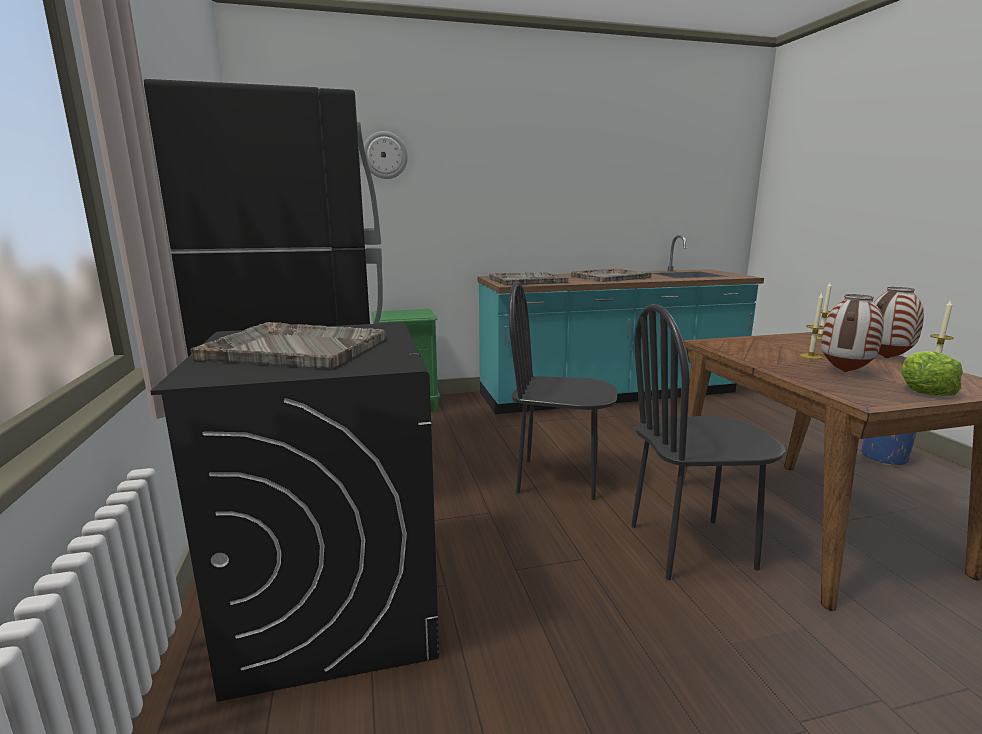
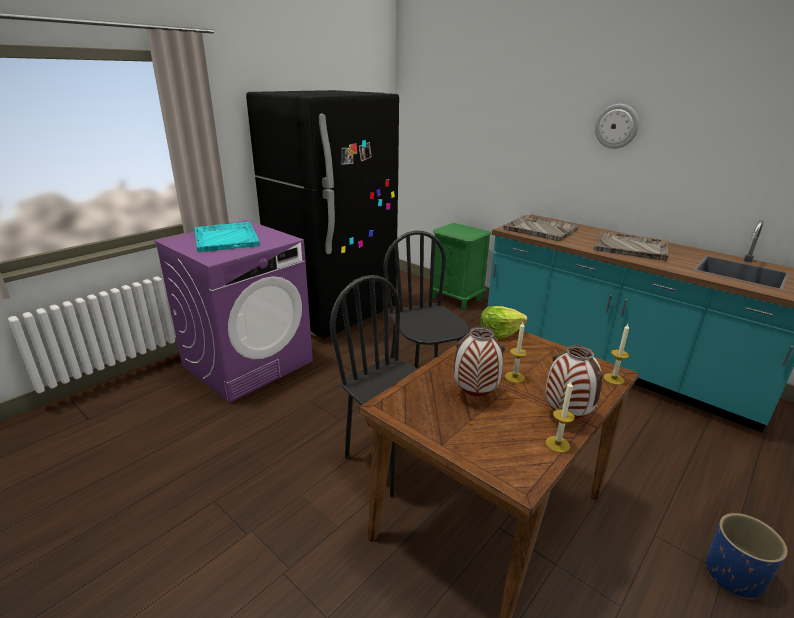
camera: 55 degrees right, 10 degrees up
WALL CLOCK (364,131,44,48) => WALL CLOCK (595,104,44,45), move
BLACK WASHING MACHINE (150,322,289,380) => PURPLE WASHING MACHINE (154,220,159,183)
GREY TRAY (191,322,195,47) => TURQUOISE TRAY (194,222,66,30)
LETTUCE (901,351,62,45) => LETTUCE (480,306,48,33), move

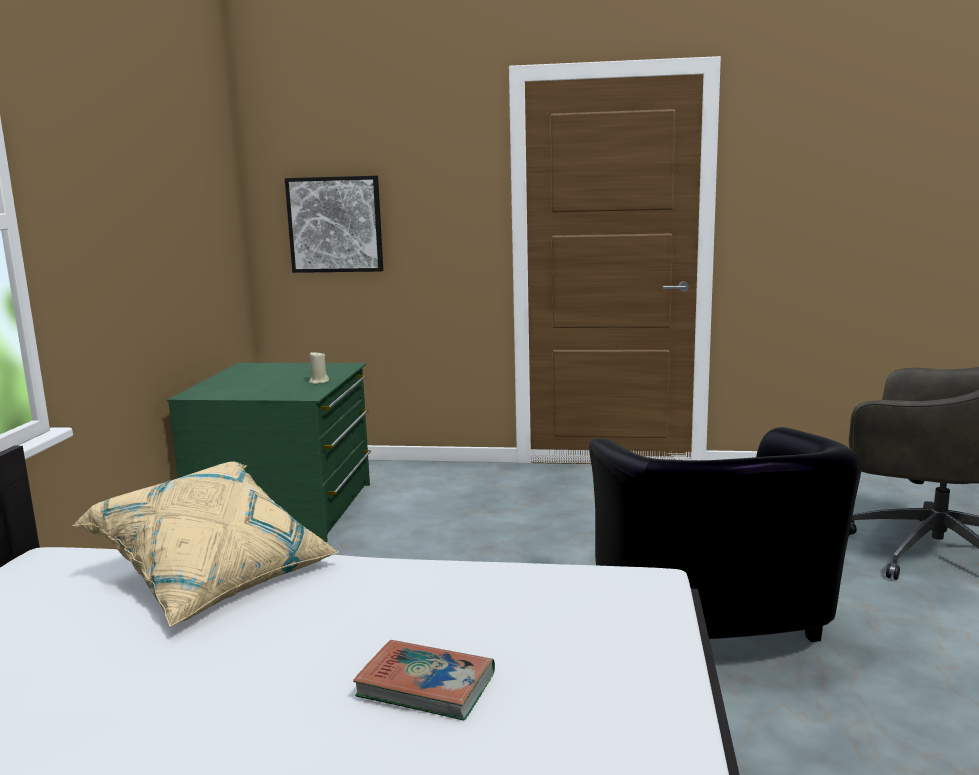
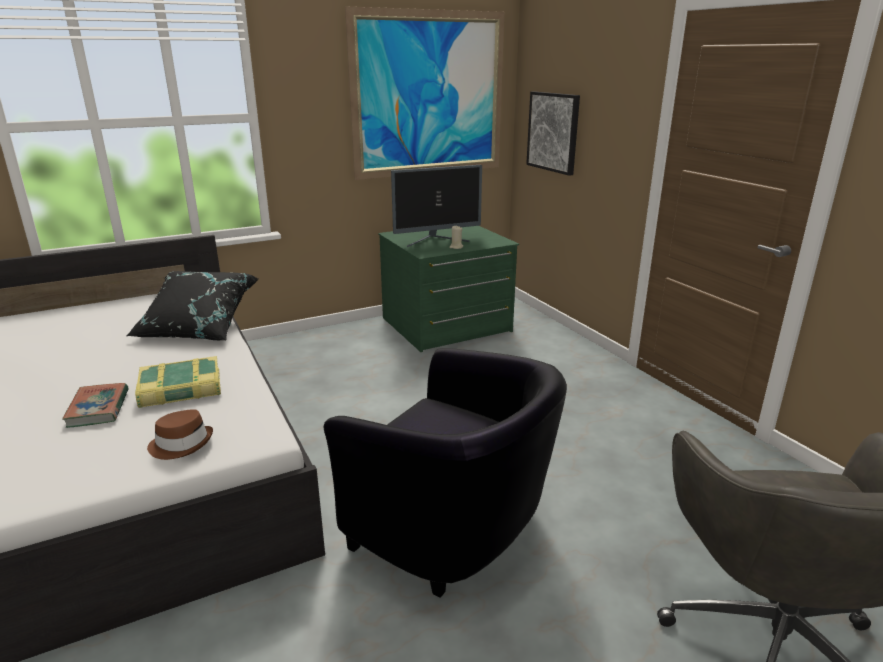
camera: 55 degrees right, 10 degrees up
BLACK ARMCHAIR (589,427,273,215) => BLACK ARMCHAIR (324,348,243,250), 105 degrees counterclockwise
BEIGE PILLOW (72,461,267,166) => BLACK PILLOW (127,271,131,70)
nothing => PICTURE (345,6,160,174)
nothing => MONITOR (391,165,91,82)
nothing => BOOK (135,356,86,52)
nothing => BROWN HAT (147,409,66,51)

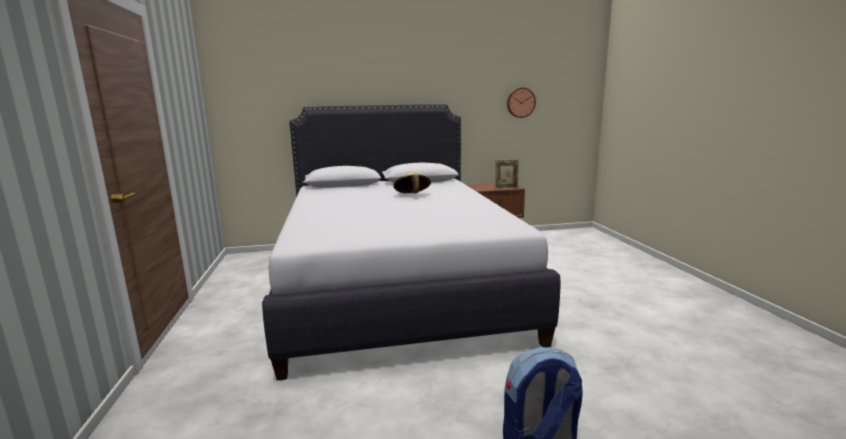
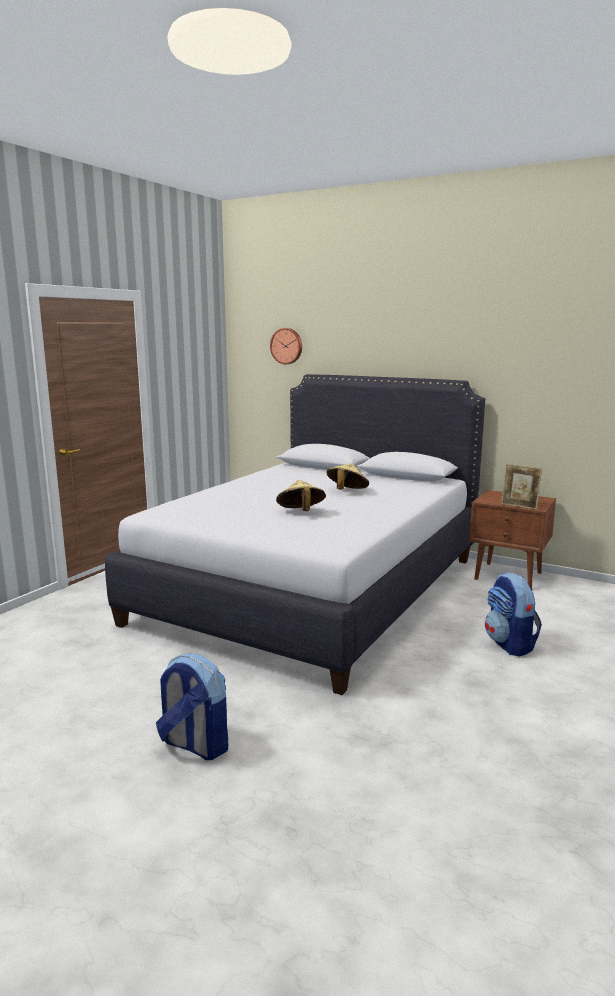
camera: 40 degrees right, 0 degrees up
WALL CLOCK (507,88,29,30) => WALL CLOCK (270,328,32,36), move
nothing => BEIGE HAT (276,480,50,31)
nothing => BACKPACK (485,572,57,84)

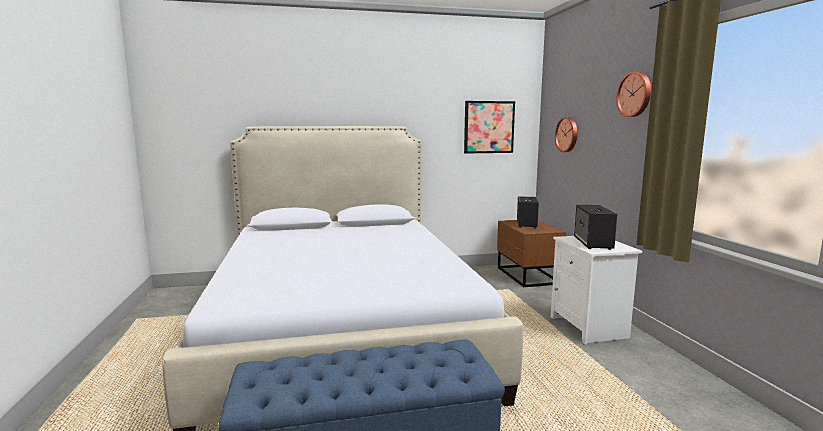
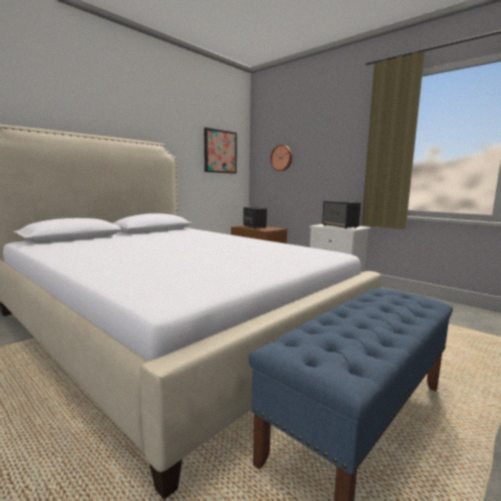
camera: 35 degrees left, 0 degrees up
WALL CLOCK (616,71,35,46) => nothing

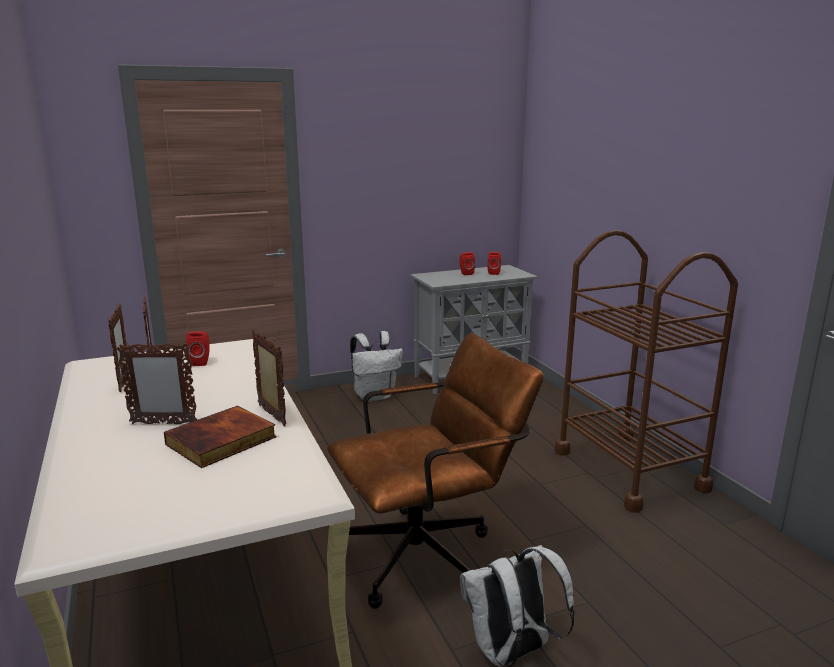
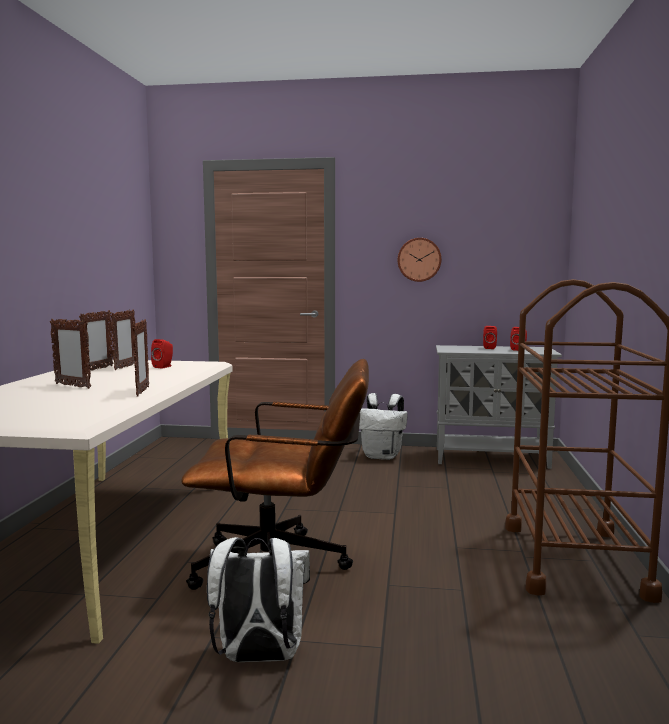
camera: 30 degrees right, 10 degrees down
BOOK (164,406,112,62) => nothing
nothing => WALL CLOCK (398,238,43,44)

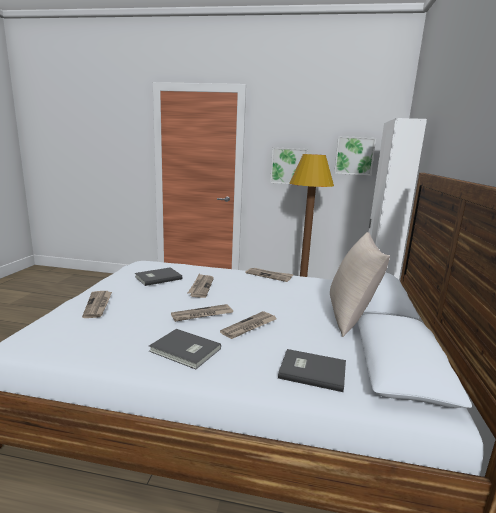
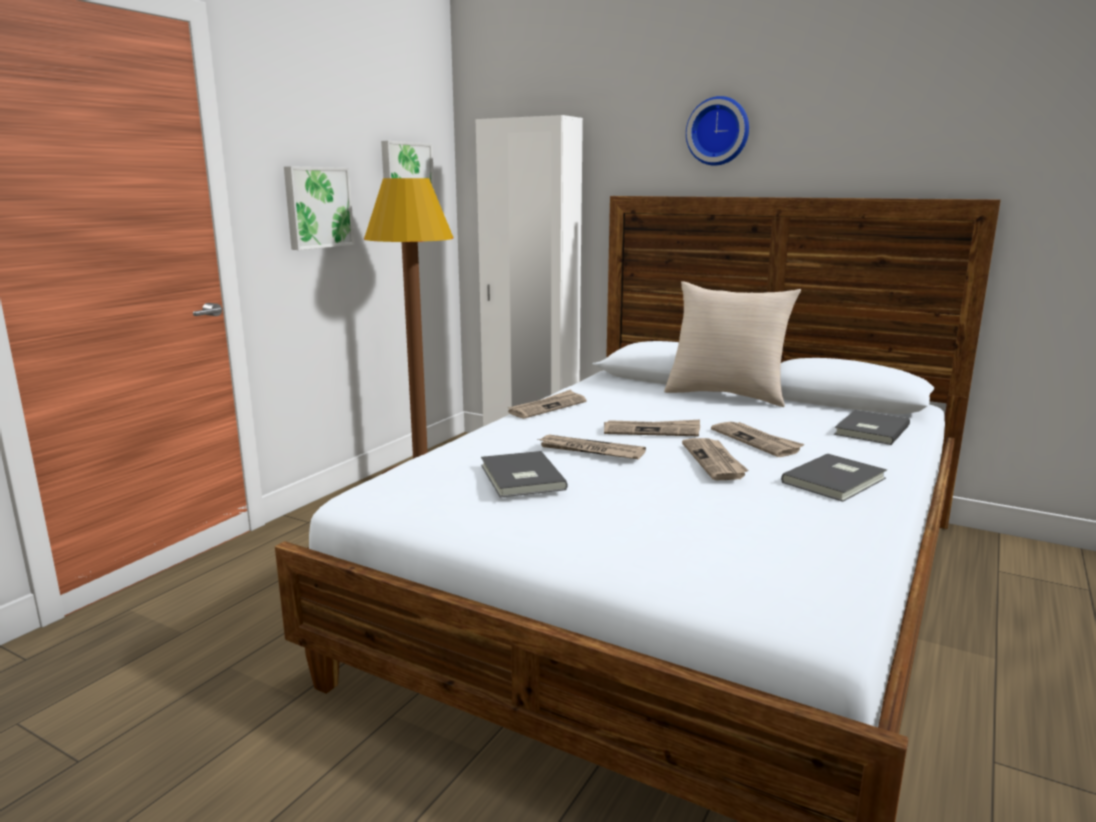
camera: 70 degrees left, 0 degrees up
NEWSPAPER (82,291,30,27) => NEWSPAPER (604,420,96,16), move
nothing => WALL CLOCK (686,96,63,70)

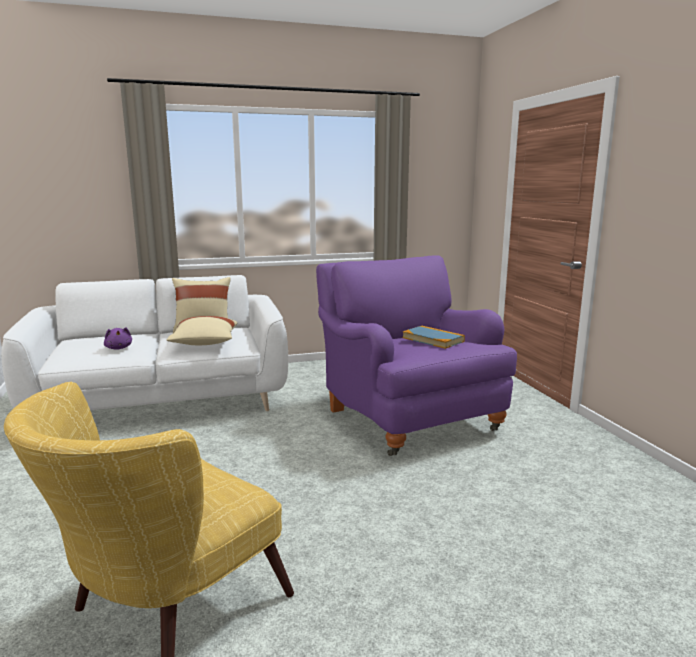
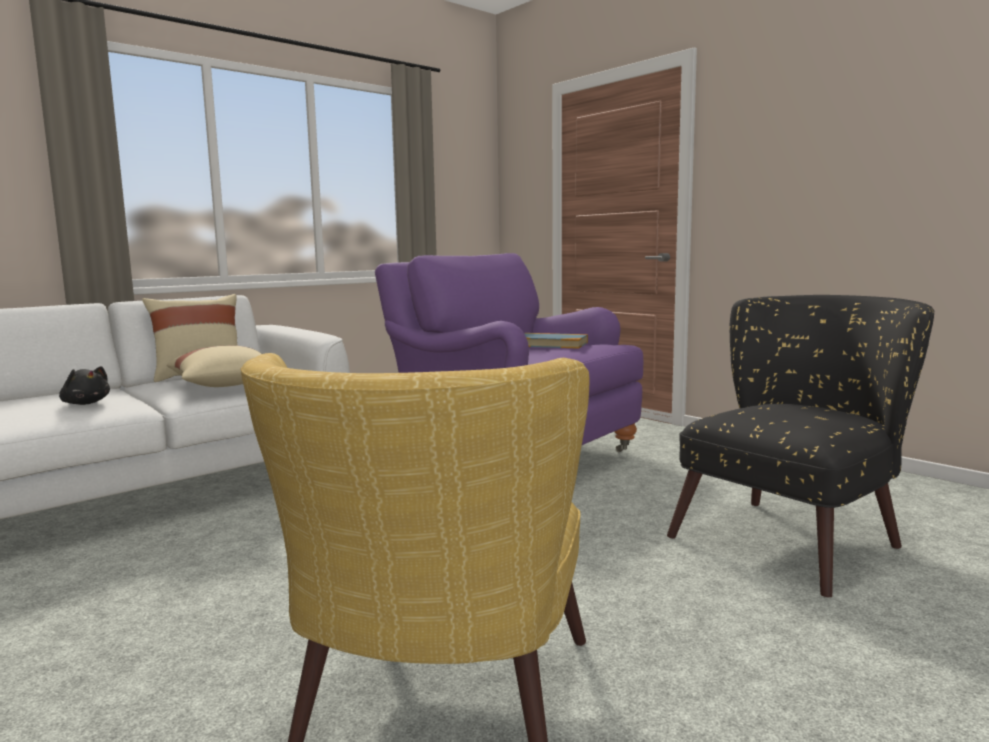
camera: 25 degrees left, 5 degrees down
PURPLE PLUSH TOY (104,327,28,23) => BLACK PLUSH TOY (59,366,51,39)
nothing => BLACK ARMCHAIR (667,295,267,303)

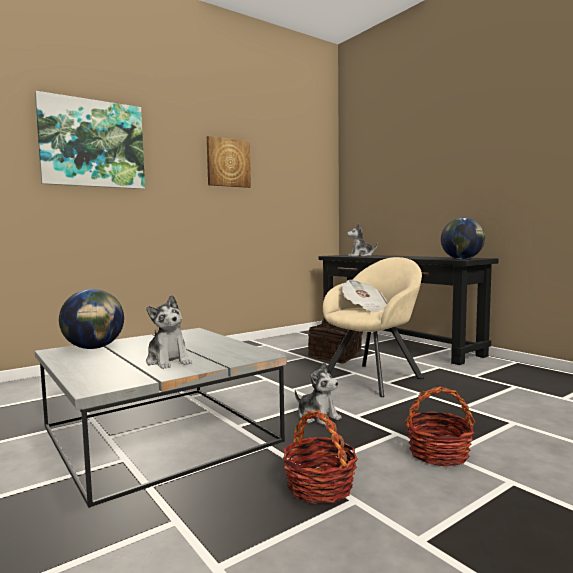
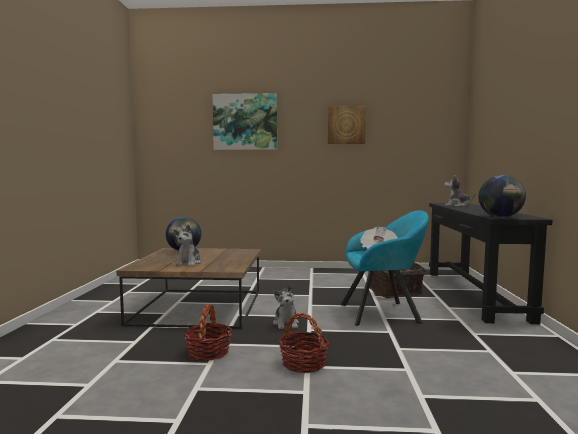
camera: 40 degrees right, 0 degrees up
BEIGE ARMCHAIR (323,257,101,140) => TURQUOISE ARMCHAIR (341,210,88,116)
GREY COFFEE TABLE (35,328,252,180) => BROWN COFFEE TABLE (116,248,145,81)

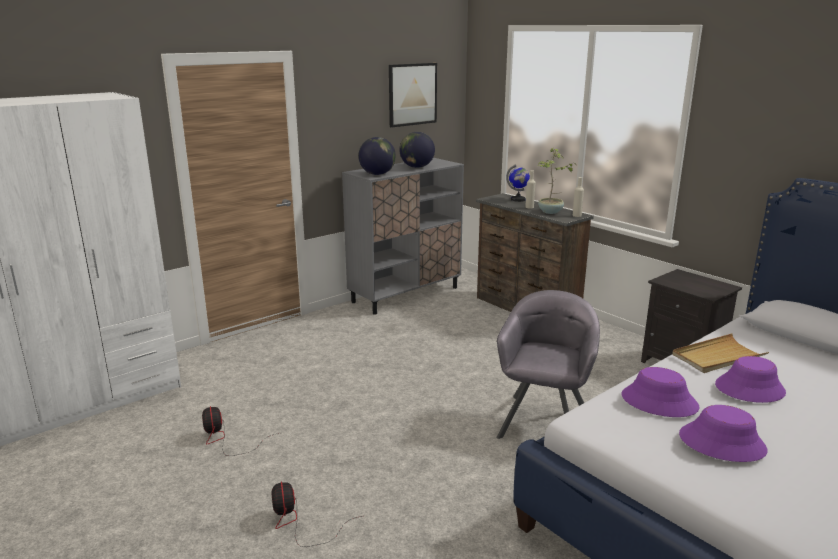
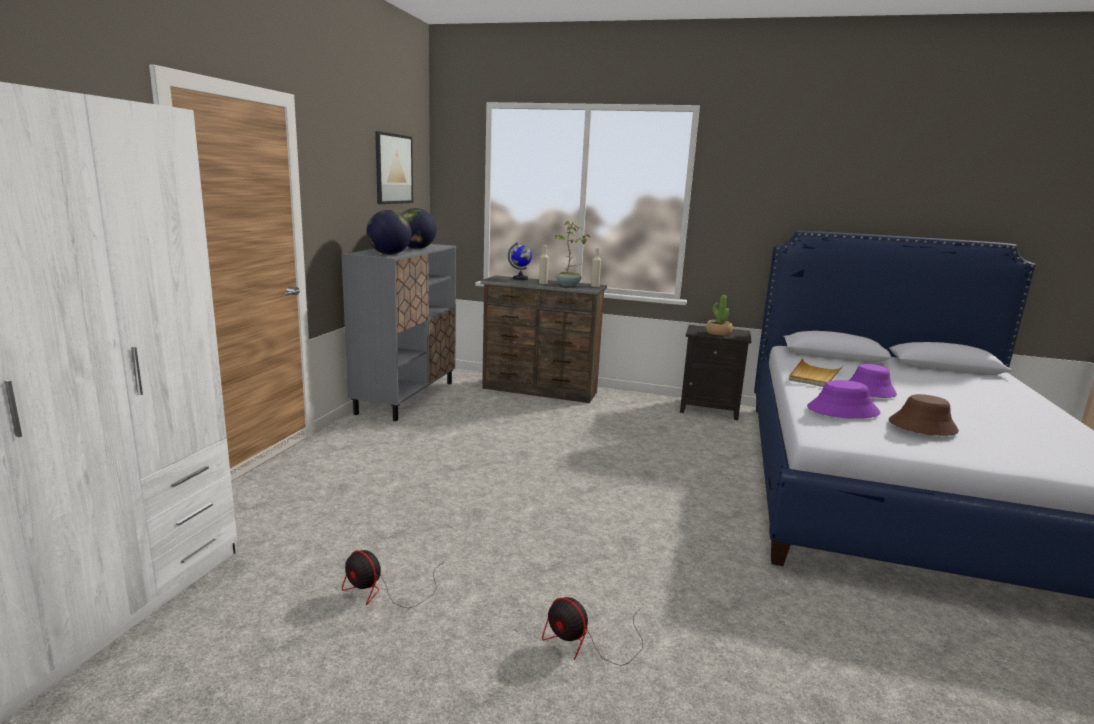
camera: 35 degrees left, 5 degrees down
GREY ARMCHAIR (496,290,104,149) => nothing
PURPLE HAT (679,405,89,57) => BROWN HAT (889,394,70,42)
nothing => POTTED PLANT (706,295,27,41)

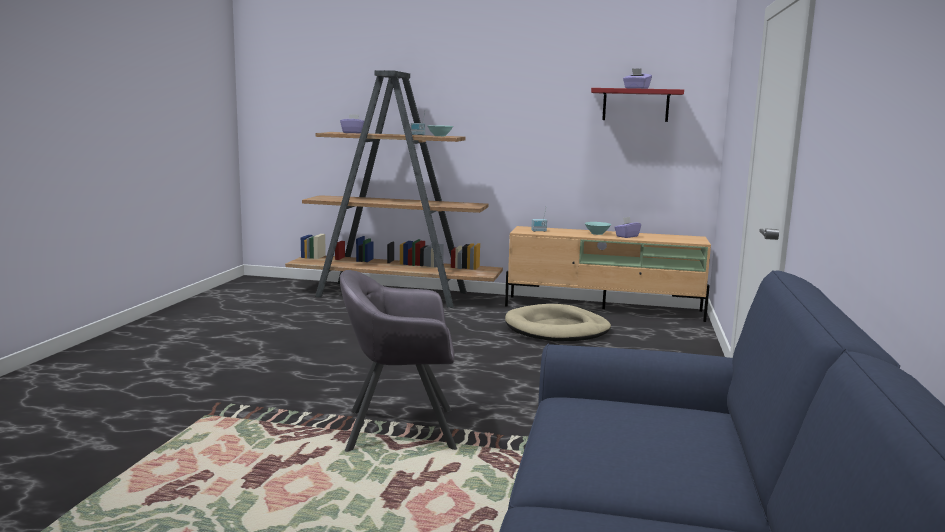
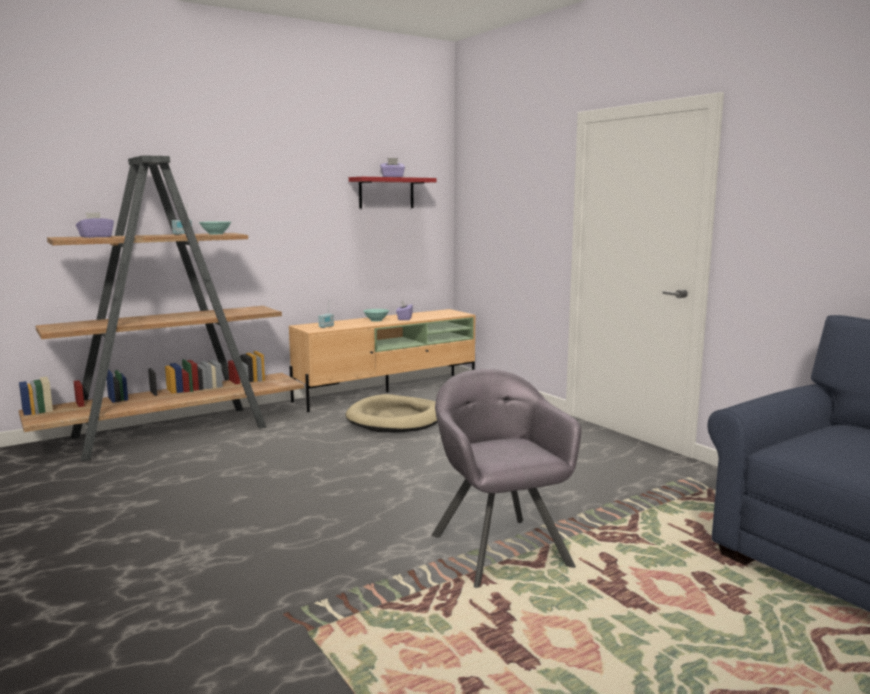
camera: 45 degrees left, 0 degrees up
GREY ARMCHAIR (340,270,117,182) => GREY ARMCHAIR (432,369,149,219), 120 degrees clockwise

